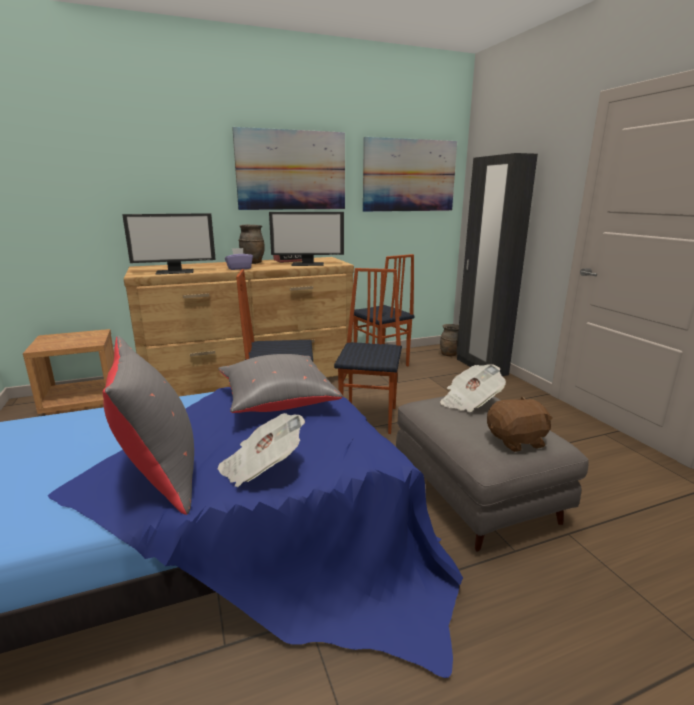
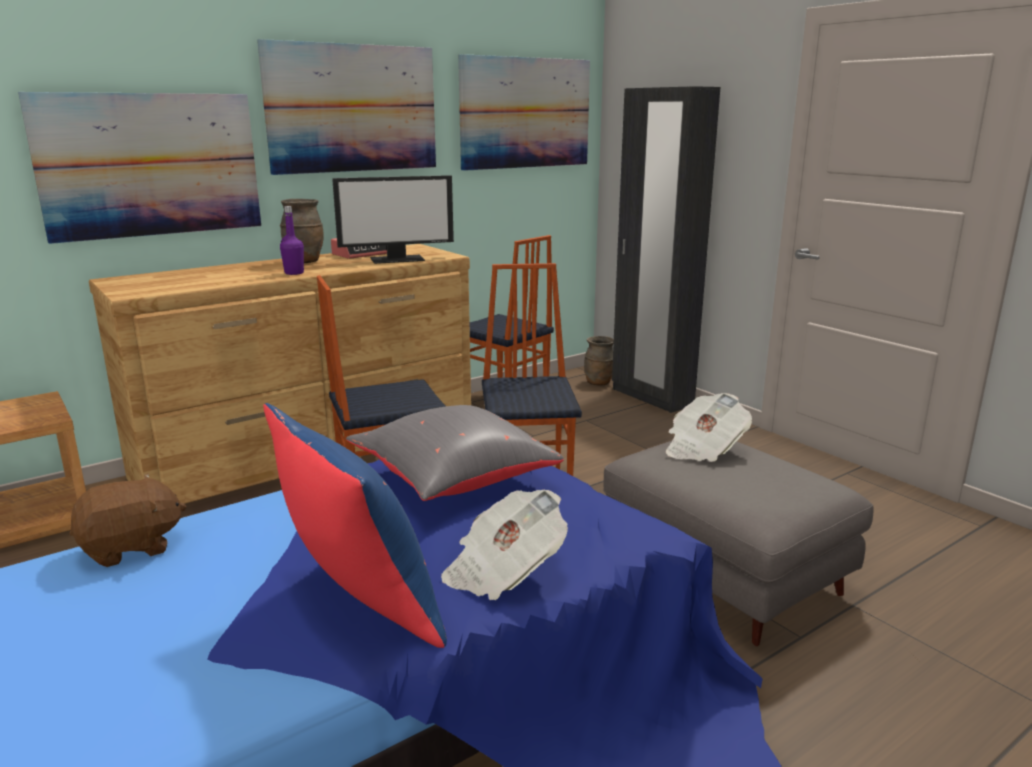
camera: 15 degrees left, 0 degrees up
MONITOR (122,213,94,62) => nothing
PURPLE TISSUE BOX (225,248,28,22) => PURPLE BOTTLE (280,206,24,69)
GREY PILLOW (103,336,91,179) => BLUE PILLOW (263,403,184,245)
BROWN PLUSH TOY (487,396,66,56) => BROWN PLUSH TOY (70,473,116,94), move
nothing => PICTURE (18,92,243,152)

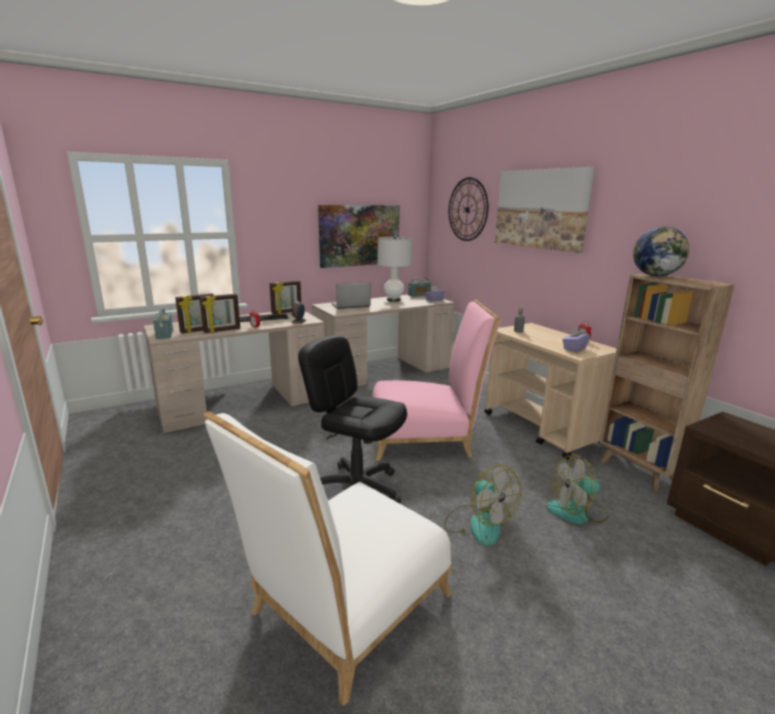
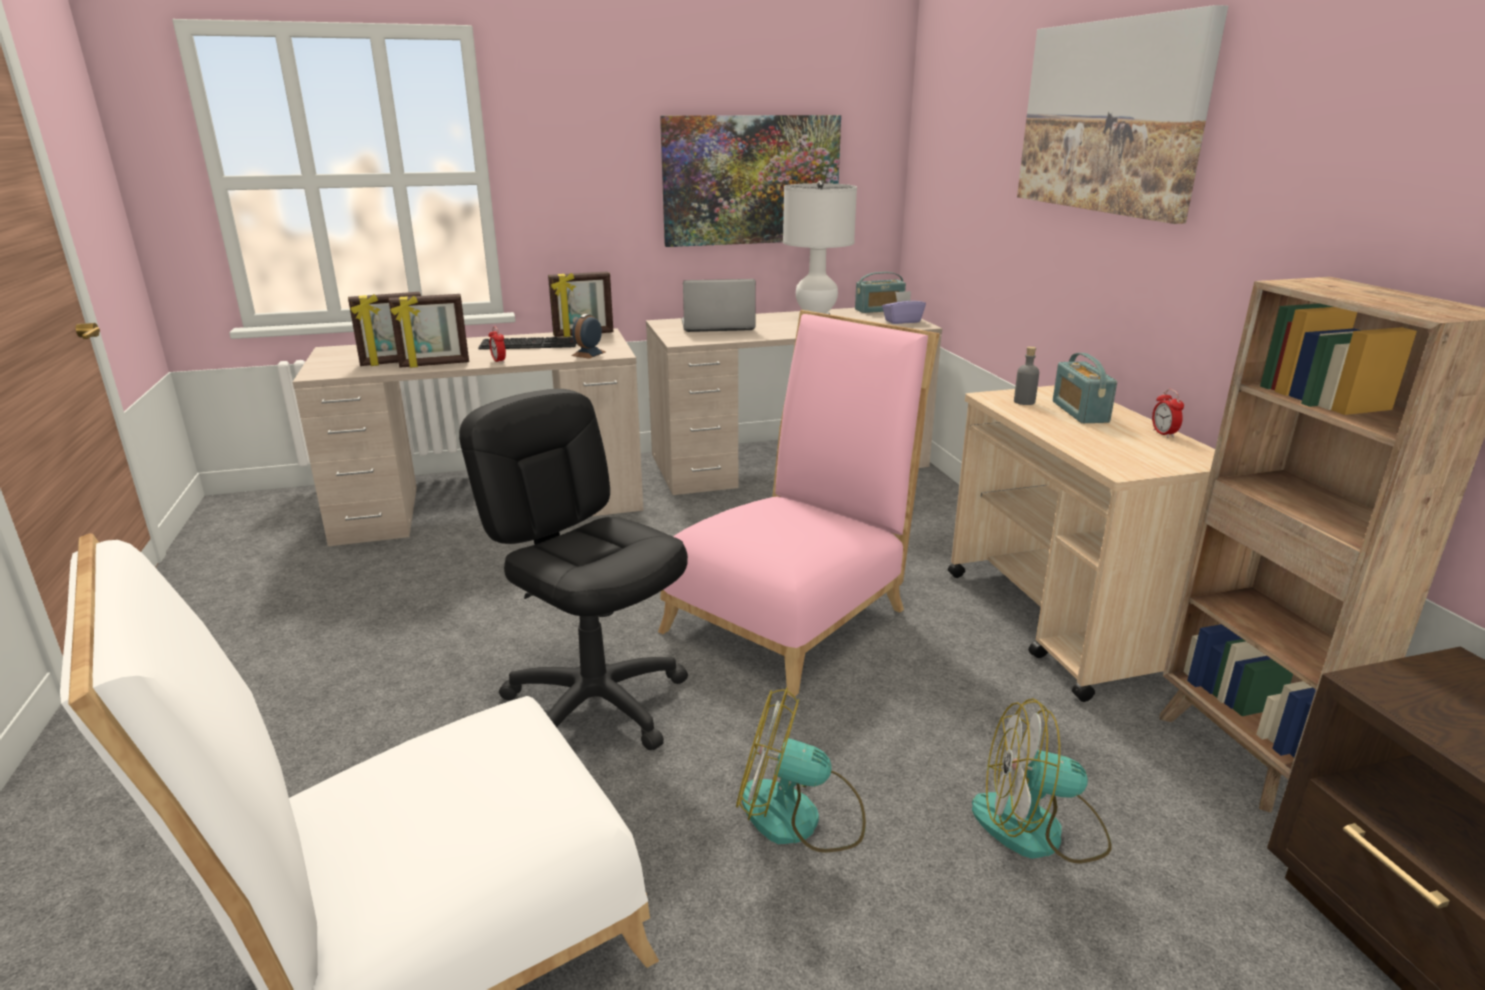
camera: 15 degrees right, 5 degrees up
WALL CLOCK (449,177,39,64) => nothing
GLOBE (633,227,57,49) => nothing
PINK CHAIR (372,300,128,161) => PINK CHAIR (658,310,282,388), 60 degrees counterclockwise
RADIO (153,308,20,31) => RADIO (1053,353,64,70), move
PURPLE TISSUE BOX (563,327,27,25) => nothing
FAN (444,465,77,81) => FAN (736,687,130,166), 120 degrees clockwise

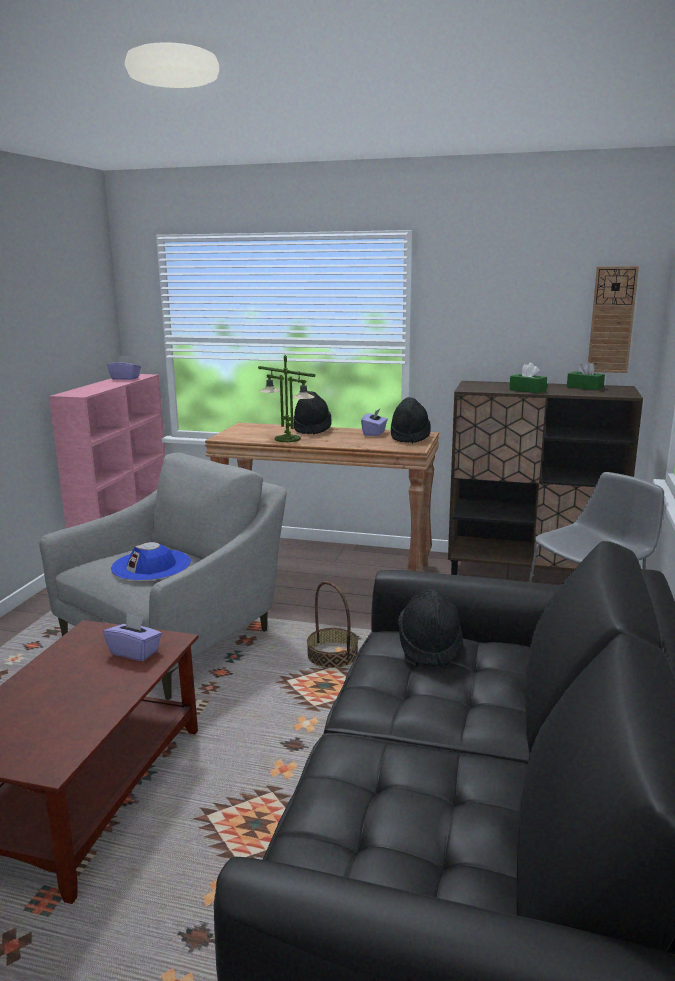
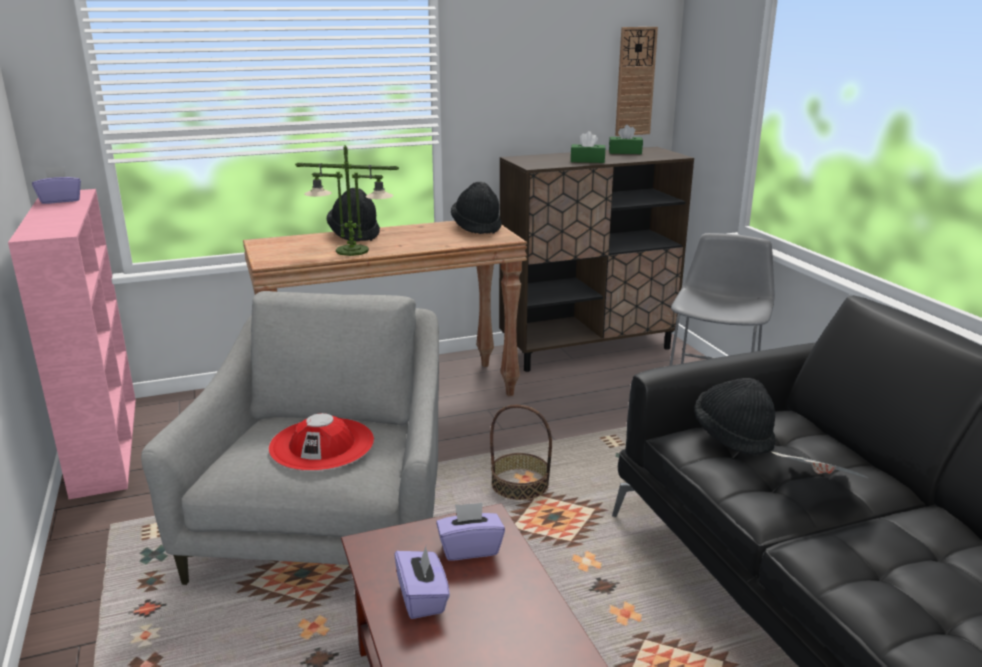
camera: 35 degrees left, 5 degrees up
PURPLE TISSUE BOX (361,409,27,27) => PURPLE TISSUE BOX (394,546,56,73), move
BLUE HAT (111,542,80,39) => RED HAT (269,413,105,58)
nothing => NEWSPAPER (772,452,99,27)

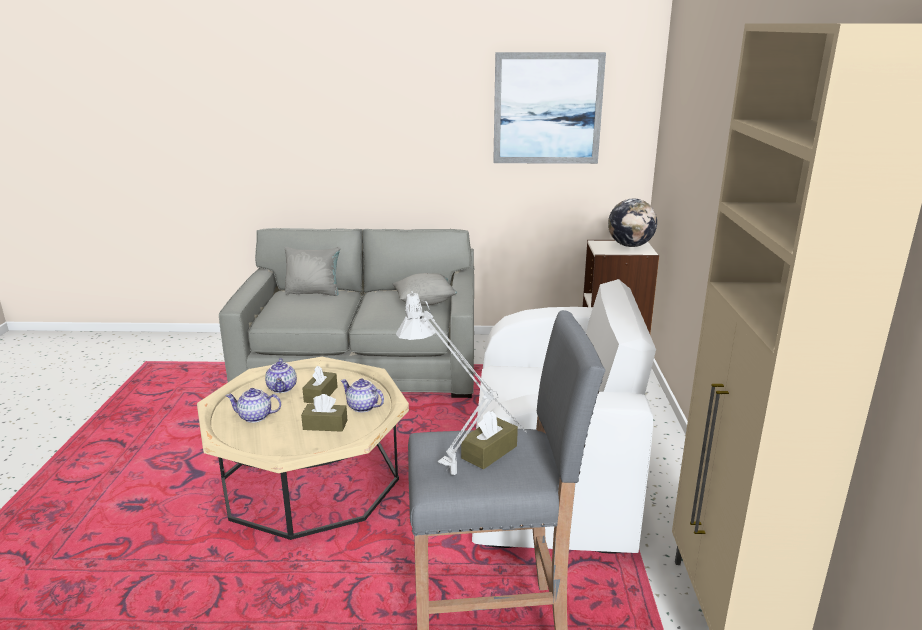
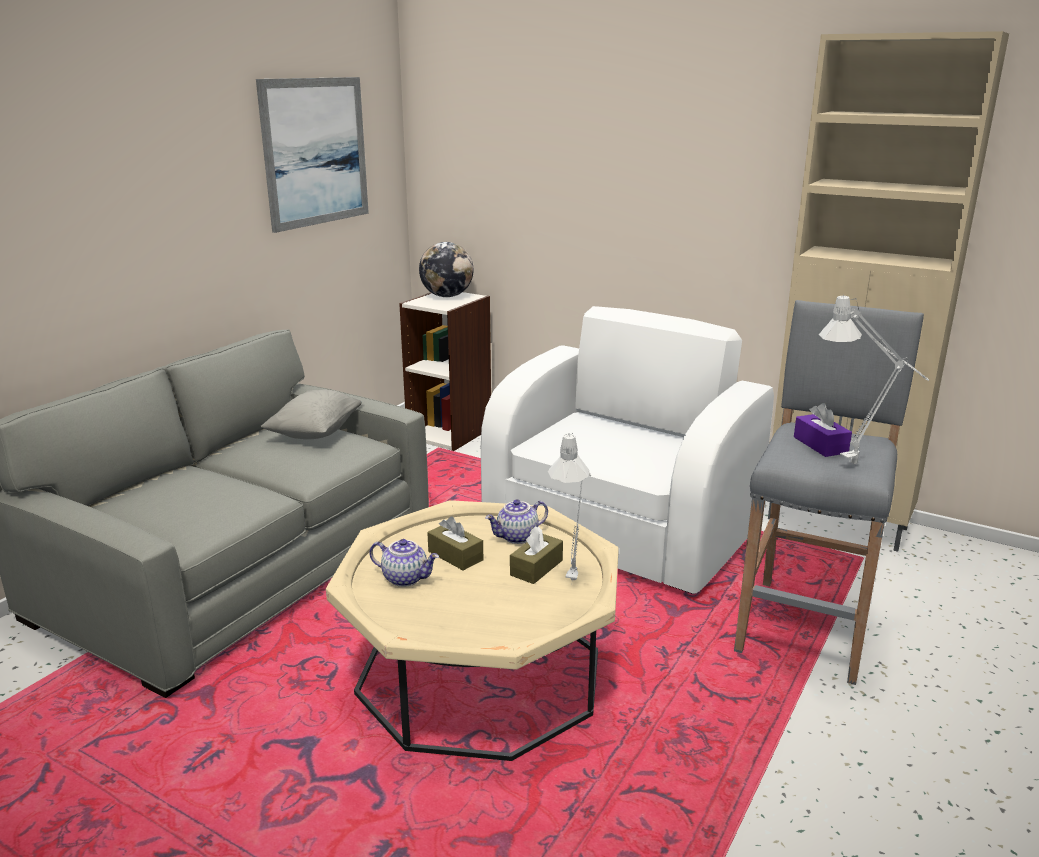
camera: 60 degrees left, 0 degrees up
GREY PILLOW (285,247,55,49) => nothing
TEAPOT (225,388,56,35) => nothing
BROWN TISSUE BOX (461,411,57,59) => PURPLE TISSUE BOX (794,403,58,54)
nothing => GREY TABLE LAMP (548,432,44,148)

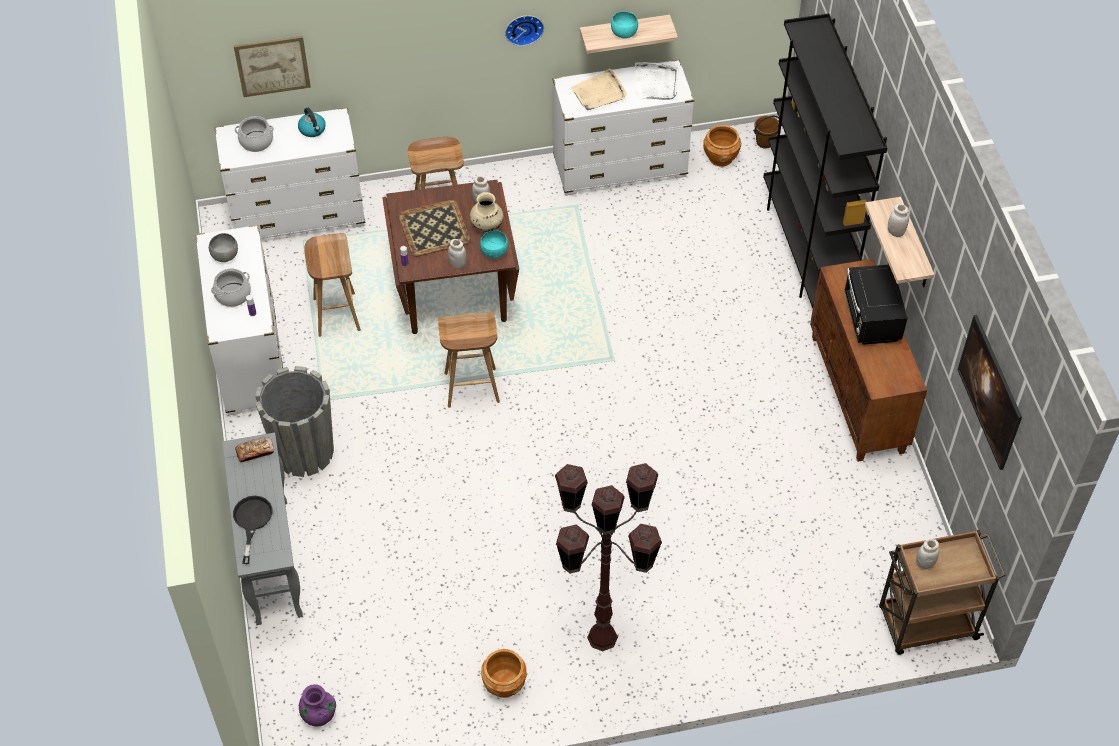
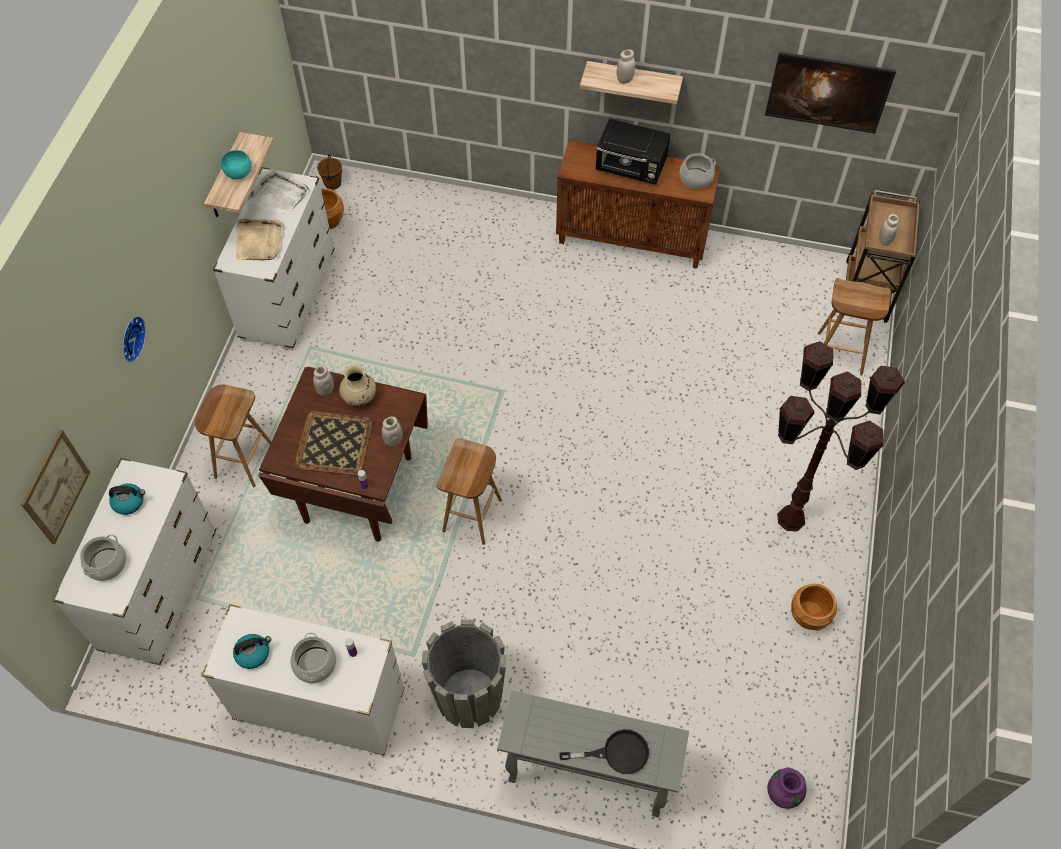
camera: 65 degrees left, 5 degrees up
BLACK BOOKCASE (763,13,124,295) => nothing
WALL CLOCK (505,15,39,31) => WALL CLOCK (122,316,24,46), move
TURQUOISE BOWL (480,230,28,29) => nothing
GREY BOWL (209,233,29,29) => KETTLE (233,634,38,35)
BROWN STOOL (304,233,57,104) => BROWN STOOL (818,278,73,97), move
BREAD (235,437,39,26) => nothing
BLACK FRYING PAN (233,496,40,68) => BLACK FRYING PAN (559,729,90,45), 150 degrees clockwise
nothing => COOKING POT (680,153,36,36)

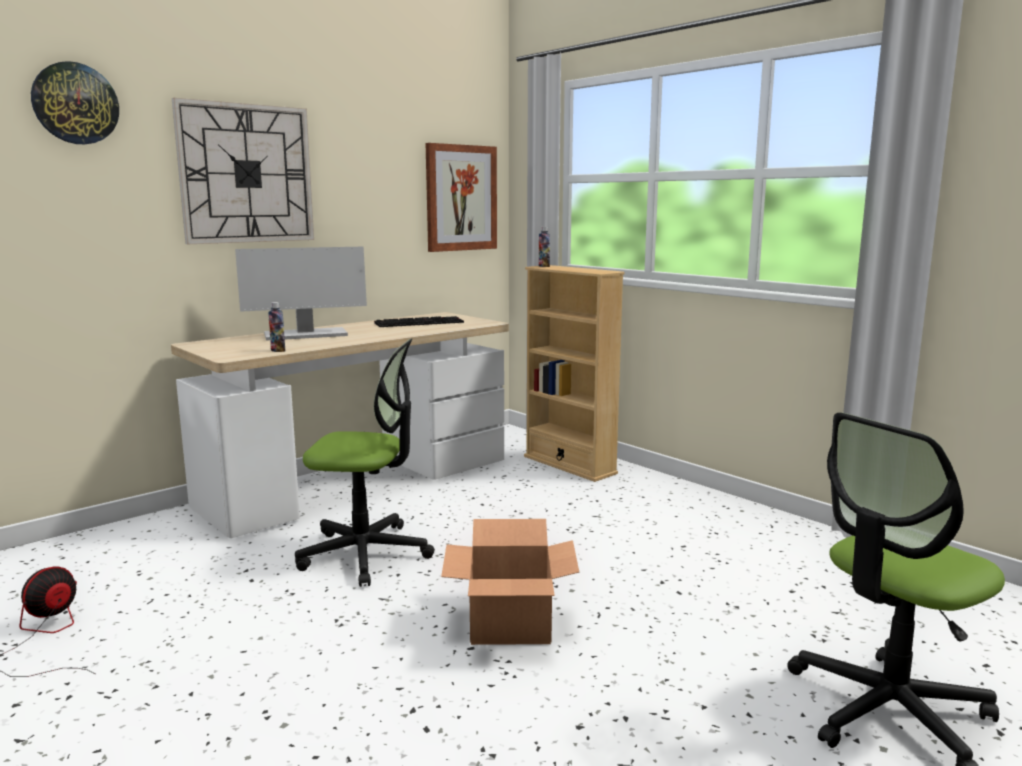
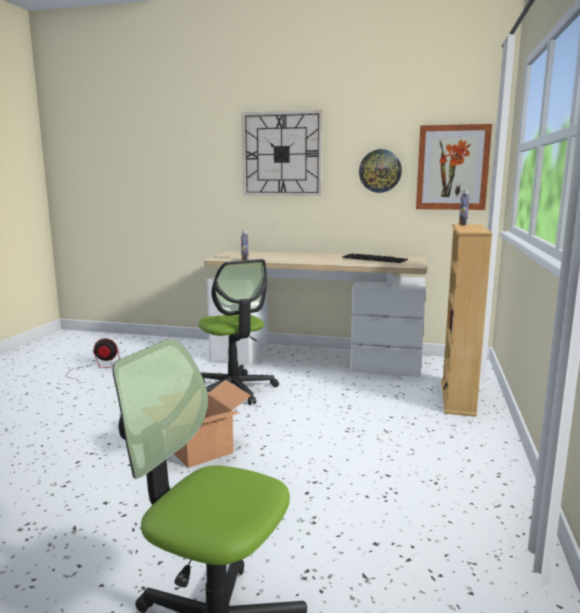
camera: 55 degrees right, 0 degrees up
WALL CLOCK (31,61,88,83) => WALL CLOCK (359,149,43,44), move
MONITOR (235,247,132,94) => nothing

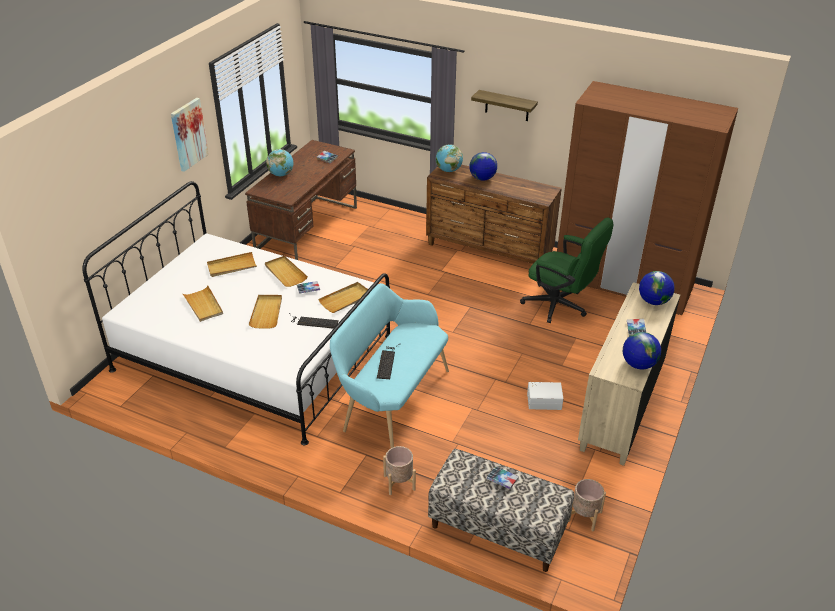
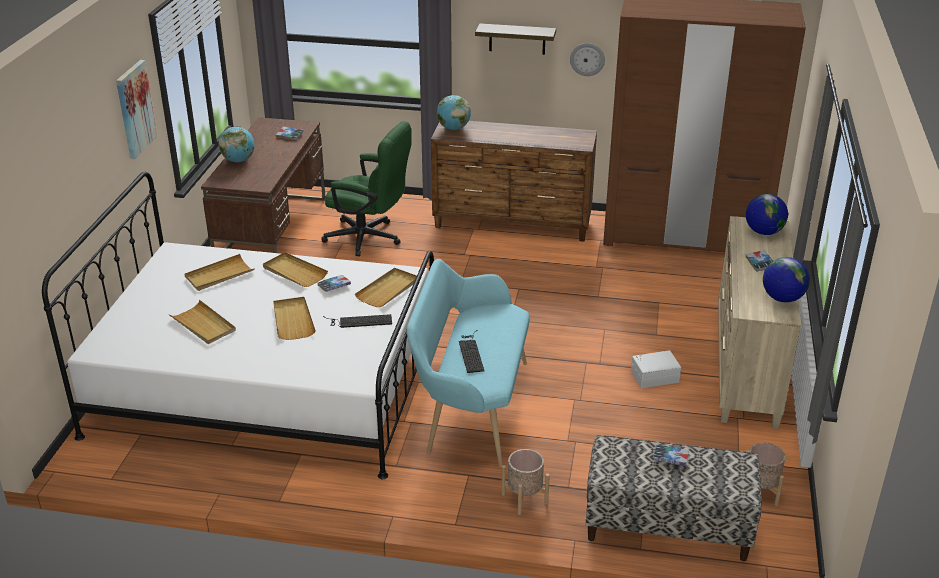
camera: 15 degrees left, 5 degrees down
GLOBE (469,152,28,29) => nothing
GREEN OFFICE CHAIR (520,218,94,105) => GREEN OFFICE CHAIR (321,121,91,135), move
nothing => WALL CLOCK (570,43,35,33)

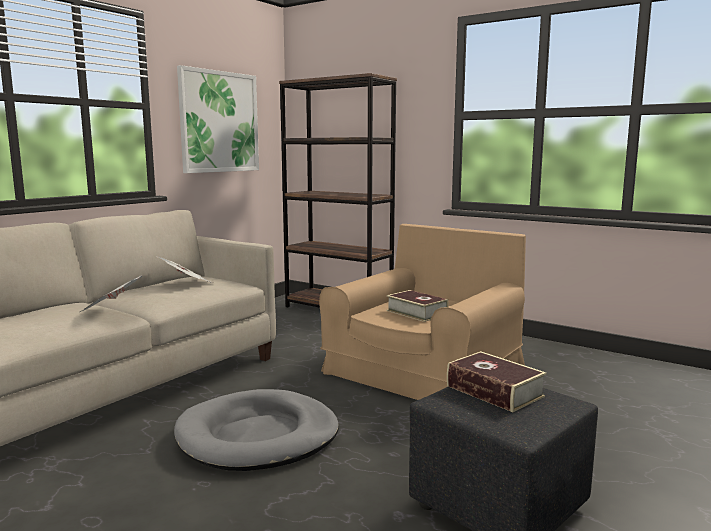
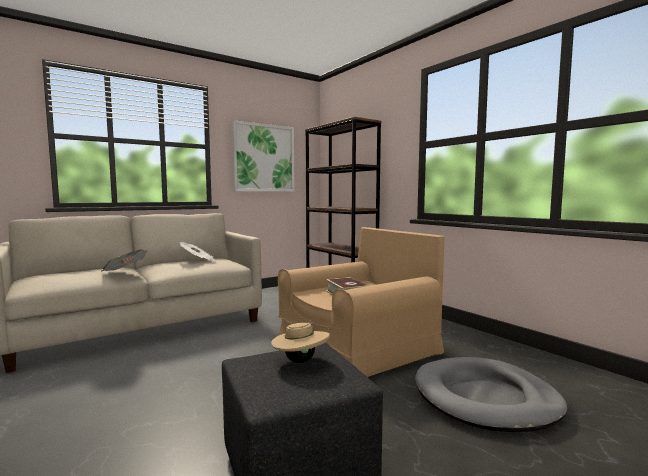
camera: 20 degrees right, 5 degrees down
BOOK (447,351,100,61) => BEIGE HAT (271,319,59,44)
GREY DOG BED (174,389,165,82) => GREY DOG BED (415,357,152,75), move

